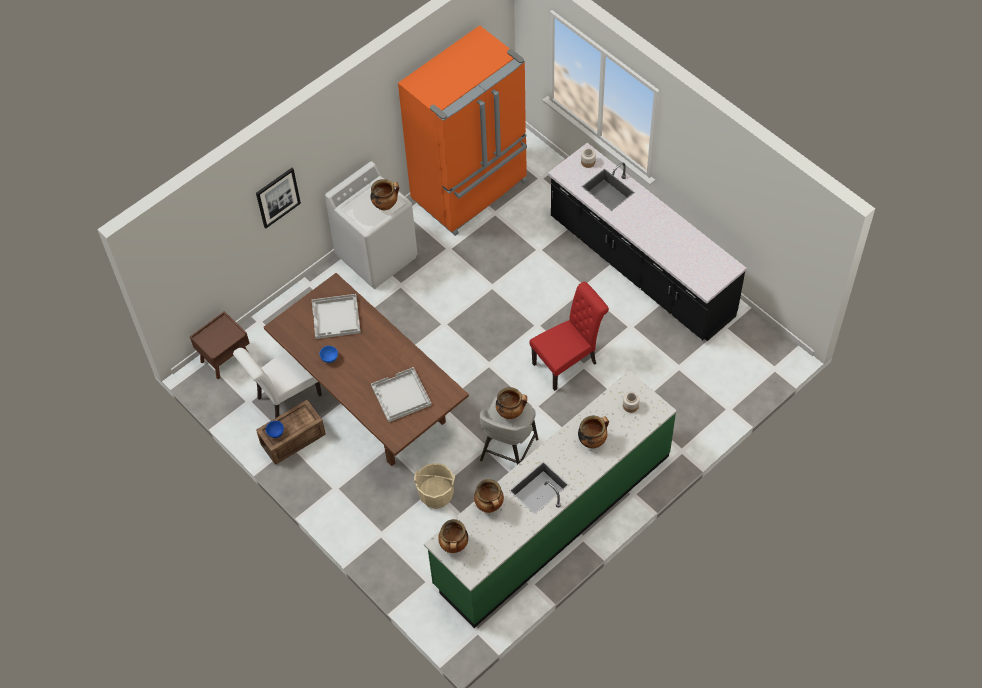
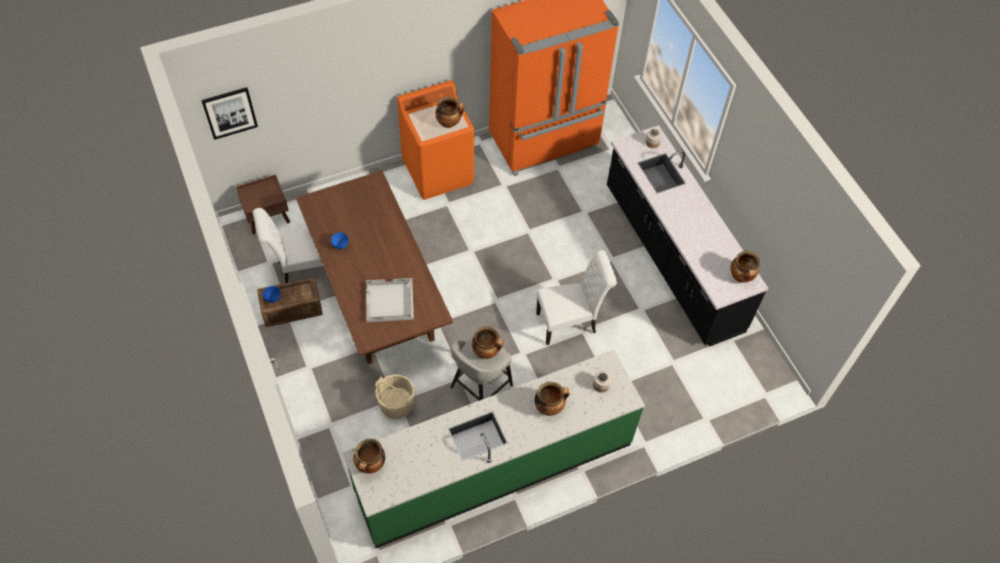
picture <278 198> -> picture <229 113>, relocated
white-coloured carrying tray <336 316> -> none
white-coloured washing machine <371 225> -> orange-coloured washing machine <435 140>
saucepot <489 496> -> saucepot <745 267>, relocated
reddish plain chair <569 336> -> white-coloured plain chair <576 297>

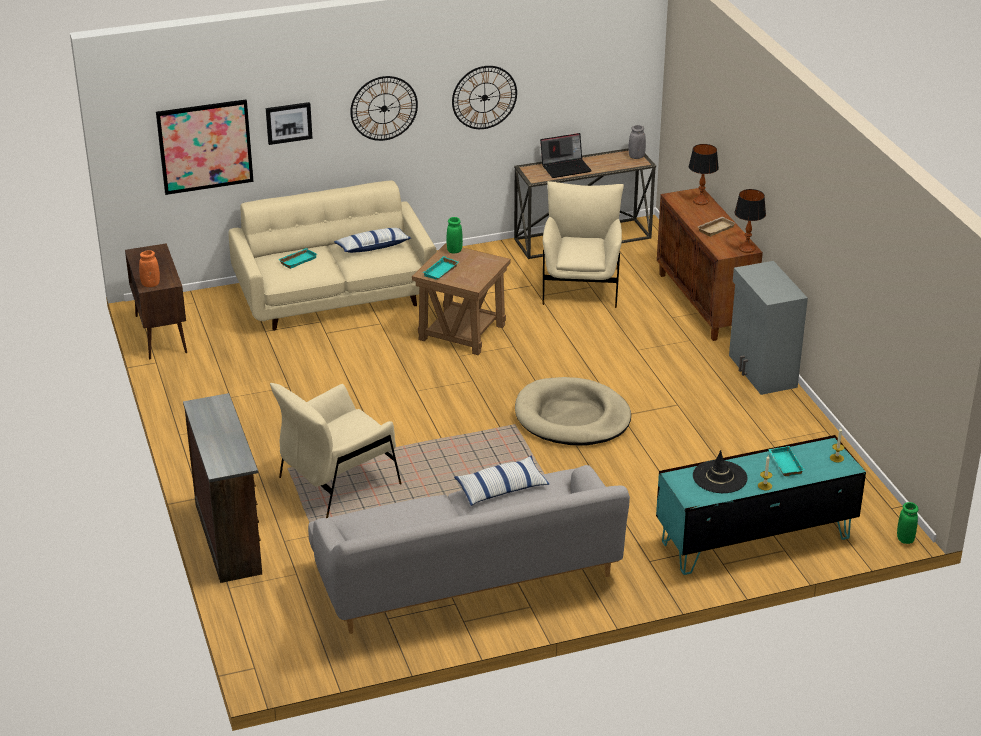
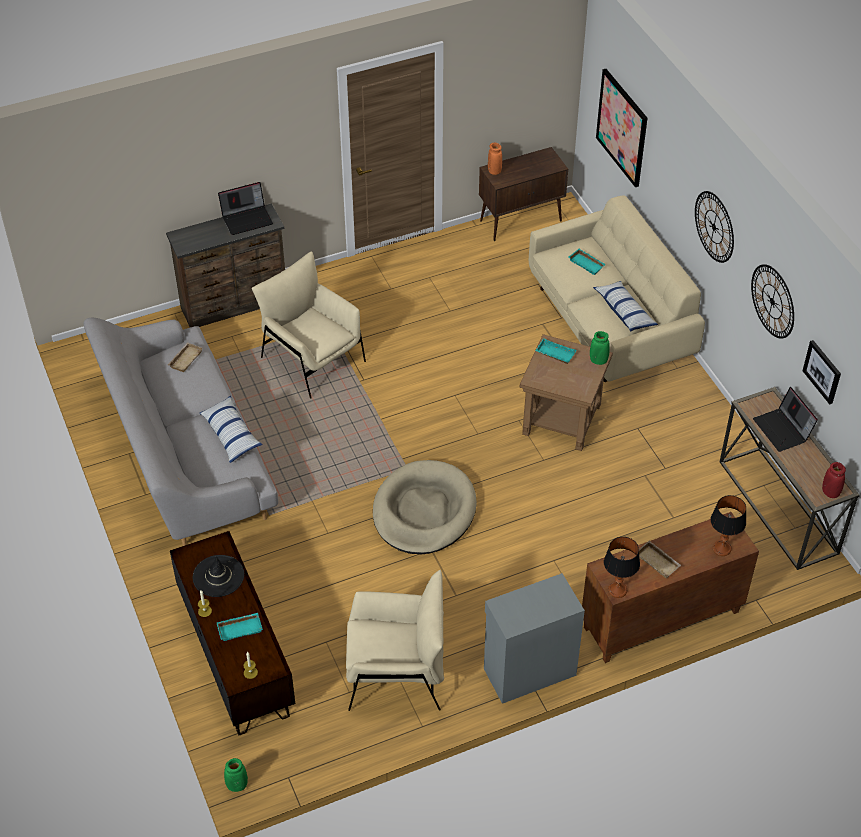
picture <289 123> -> picture <821 372>, relocated
beige-coloured lounge chair <583 244> -> beige-coloured lounge chair <395 640>, relocated
grey decorative vase <637 142> -> reddish decorative vase <834 480>
turquoise media console <761 505> -> brownish media console <232 633>
none -> beige-coloured carrying tray <185 357>
none -> portable computer <245 208>

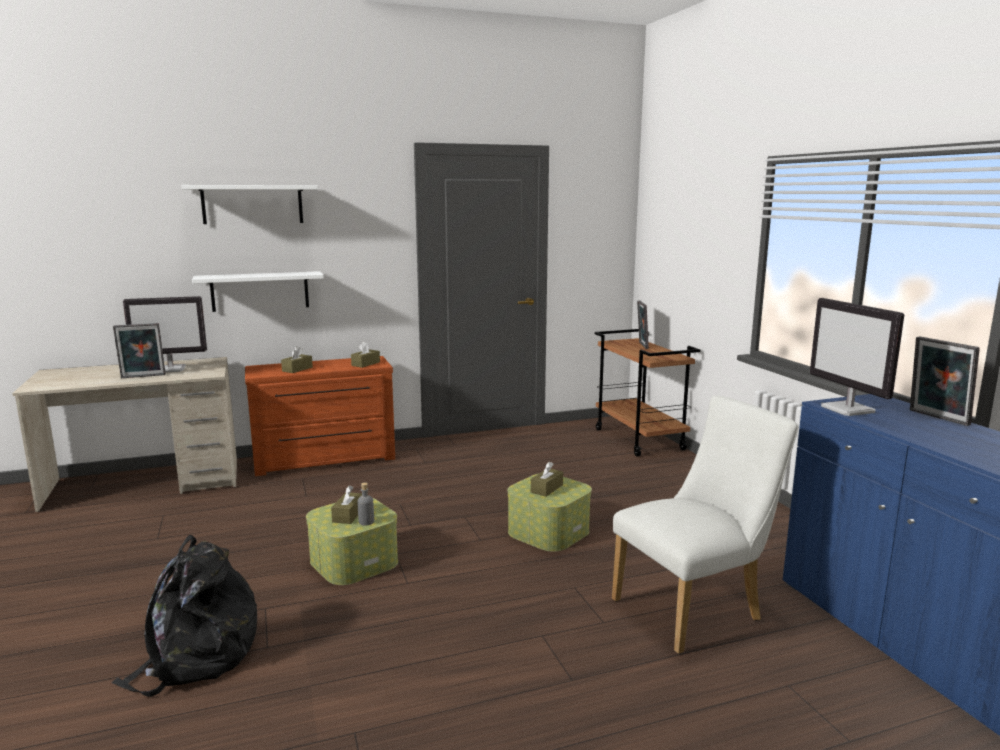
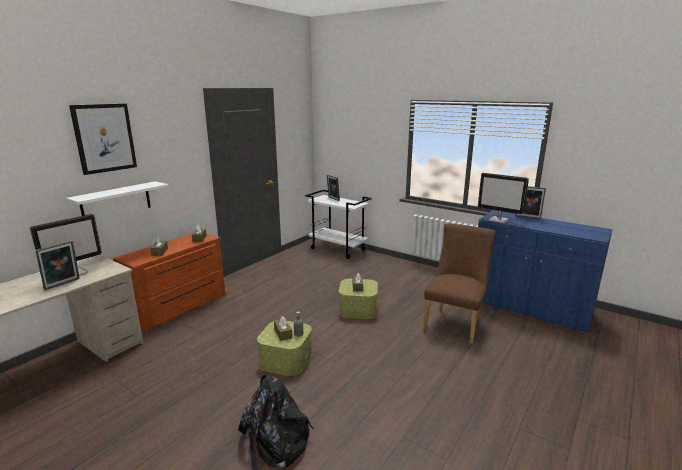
white-coloured wall shelf <249 204> -> picture <103 139>
brownish wheeled cart <647 393> -> white-coloured wheeled cart <338 224>
white-coloured plain chair <705 524> -> brownish plain chair <459 283>

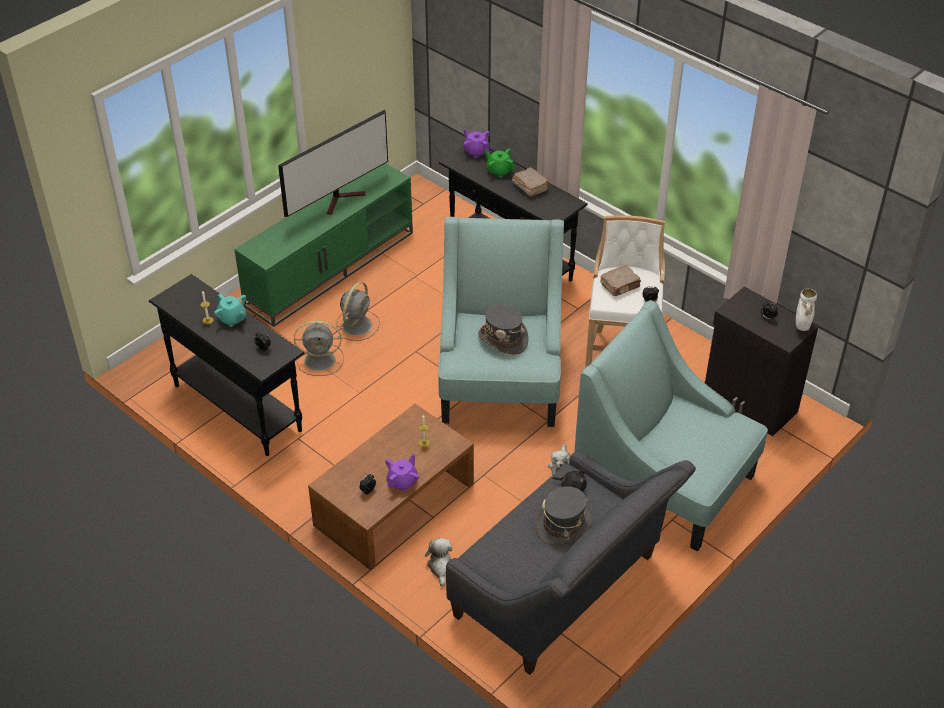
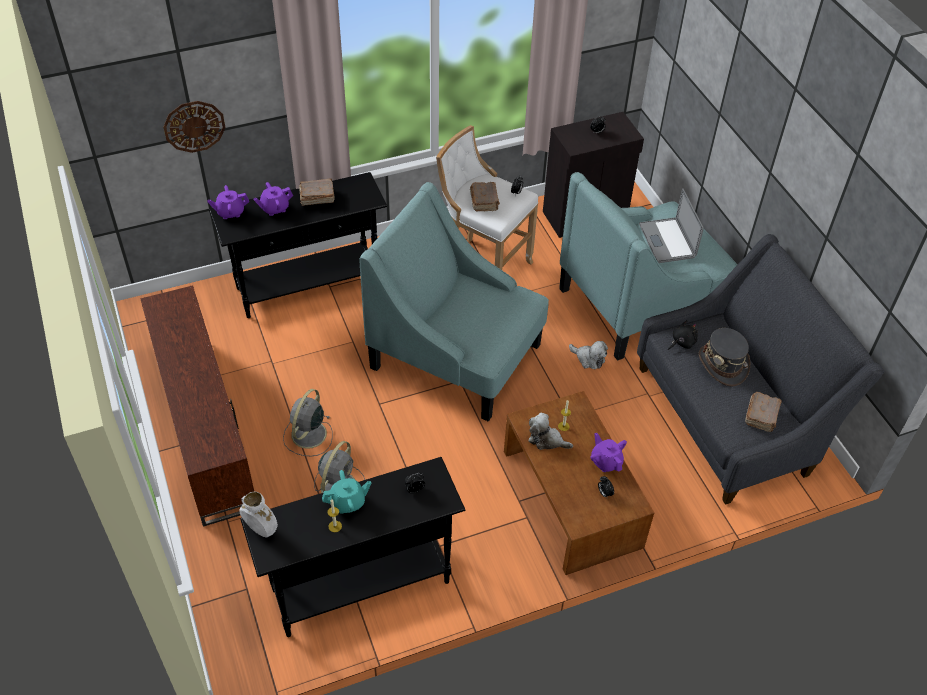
green-coloured media console <323 245> -> brownish media console <197 406>
TV <333 163> -> none
grey electric fan <358 311> -> grey electric fan <308 422>, 120 degrees counterclockwise
plush toy <439 562> -> plush toy <551 431>, relocated
grey wearable hat <503 329> -> none
green-coloured tea pot <499 163> -> purple tea pot <273 199>
white-coloured decorative vase <806 310> -> white-coloured decorative vase <258 514>, relocated
none -> hanging clock <194 127>
none -> portable computer <671 225>
none -> brownish book <763 412>

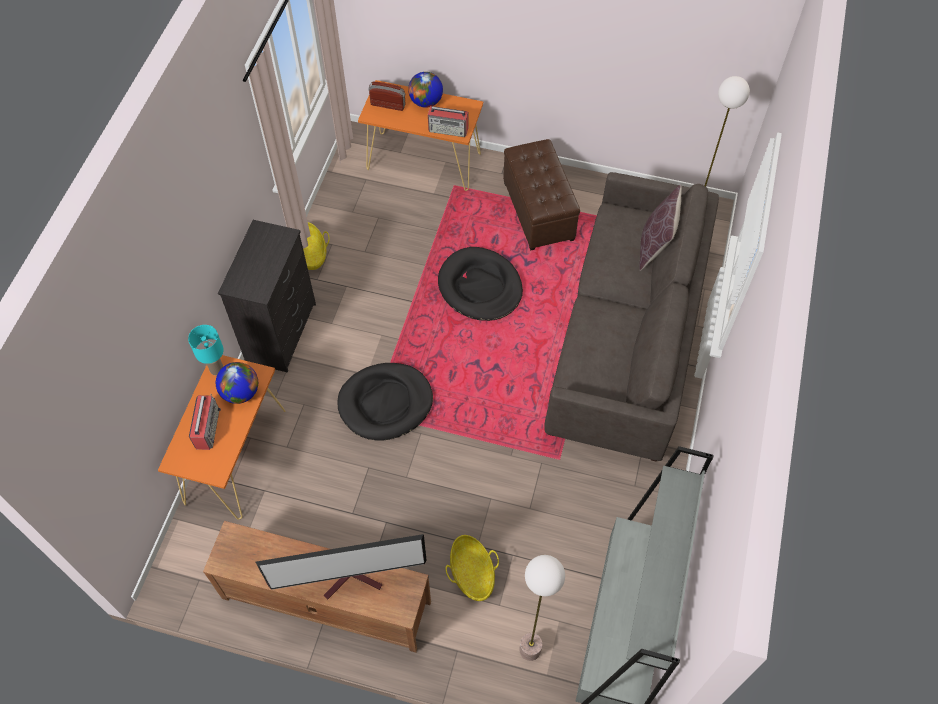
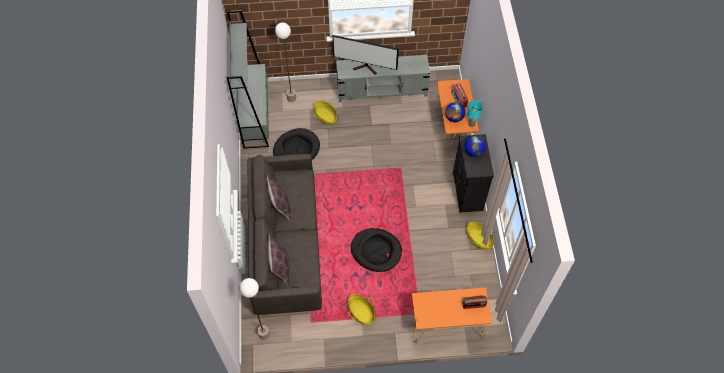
brownish media console <317 586> -> grey media console <383 78>
TV <341 566> -> TV <366 54>, 135 degrees counterclockwise
black dog bed <385 402> -> black dog bed <296 144>, relocated
desk globe <425 90> -> desk globe <475 146>, relocated
radio set <448 121> -> none
brownish ottoman <541 195> -> basket <361 309>
none -> brownish cushion <279 197>

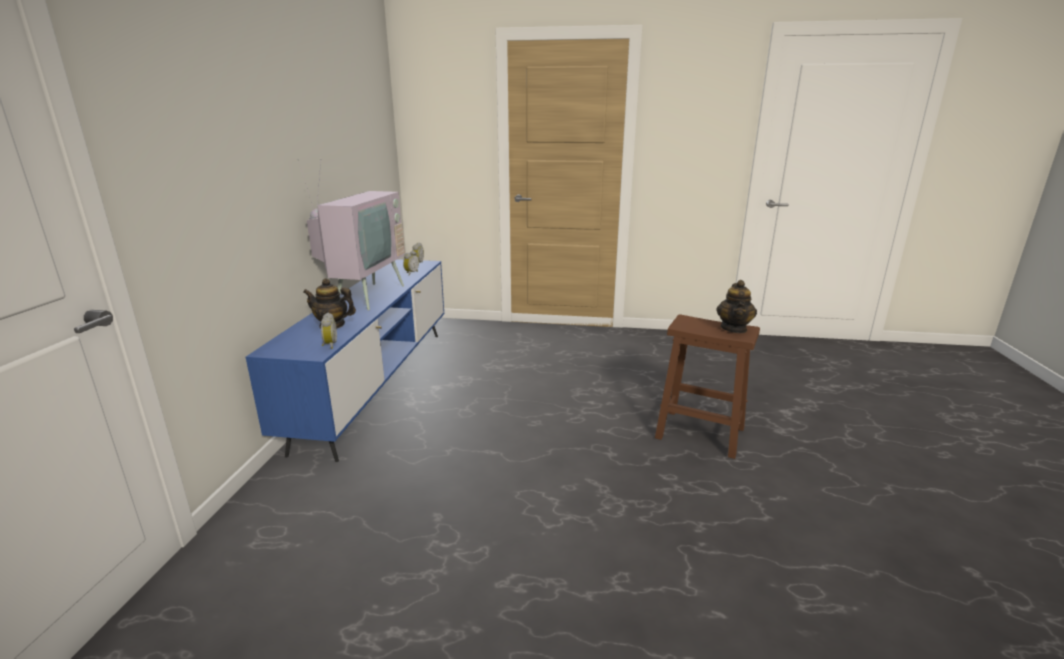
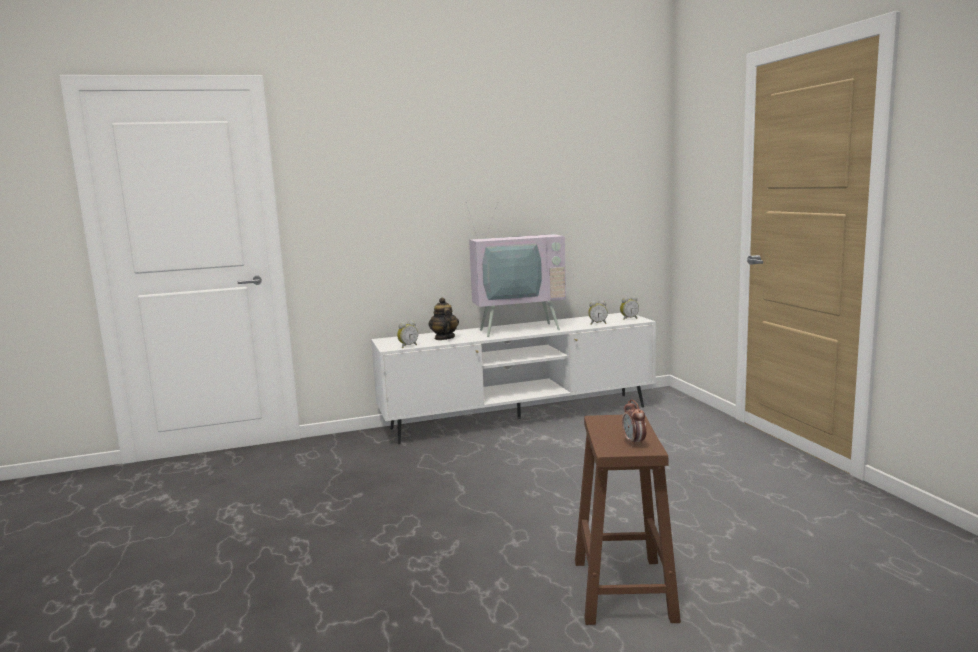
blue media console <345 360> -> white-coloured media console <513 378>
tea pot <736 306> -> table clock <634 423>

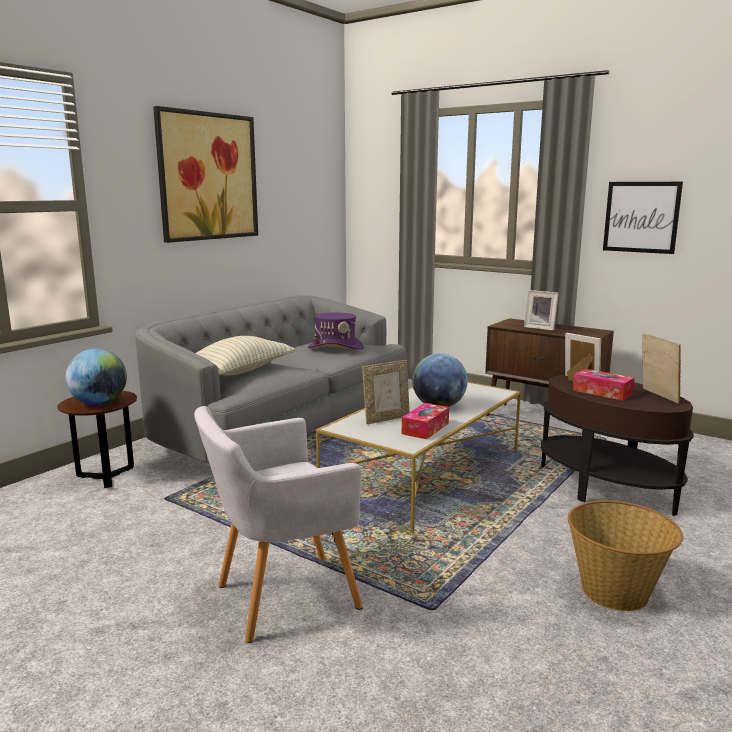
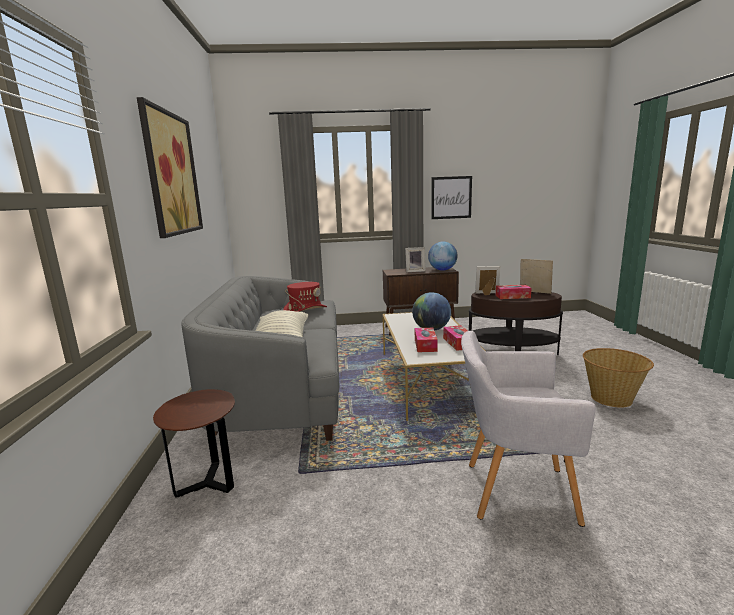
desk globe <96 377> -> desk globe <443 256>, relocated
grey lounge chair <278 524> -> grey lounge chair <528 429>, 75 degrees clockwise
purple wearable hat <336 331> -> reddish wearable hat <305 297>
standing frame <385 392> -> box of tissues <426 340>

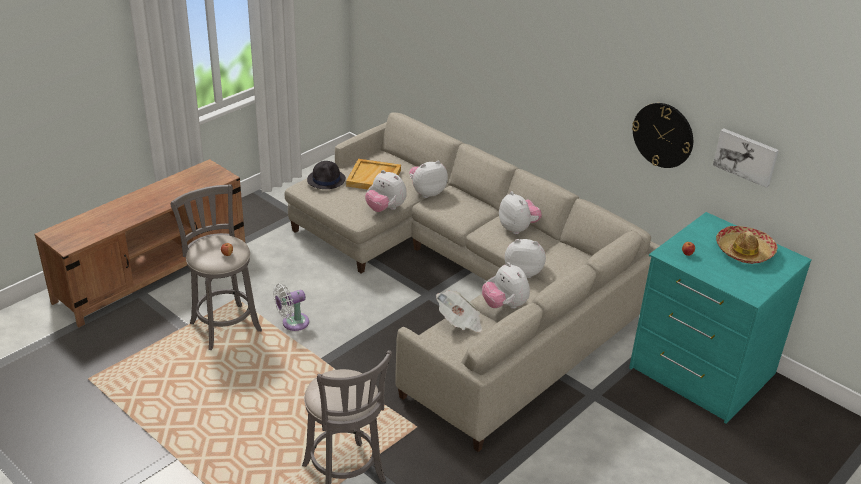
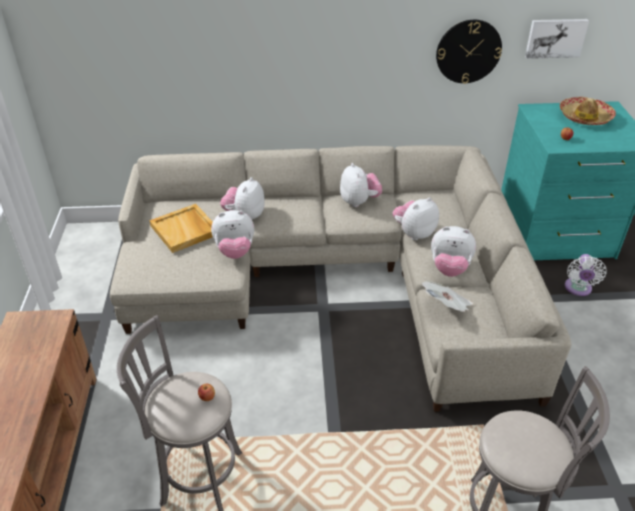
white-coloured electric fan <291 307> -> white-coloured electric fan <586 275>, relocated
black wearable hat <326 175> -> none
plush toy <520 212> -> plush toy <361 185>, 60 degrees clockwise

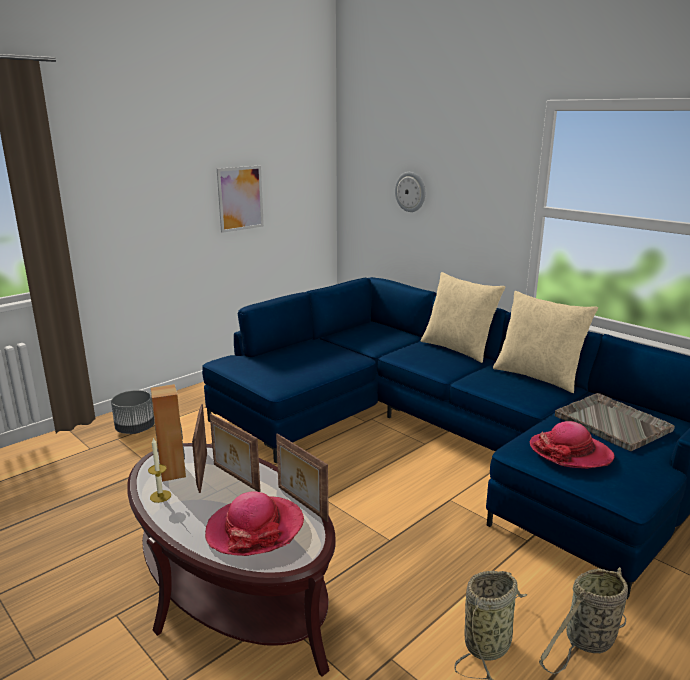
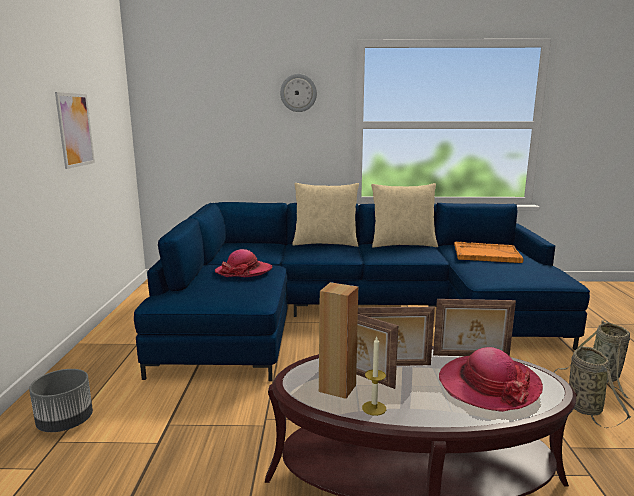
hanging clock <410 192> -> hanging clock <298 93>, relocated
wearable hat <572 445> -> wearable hat <243 263>, relocated
grey carrying tray <615 422> -> orange-coloured carrying tray <489 252>

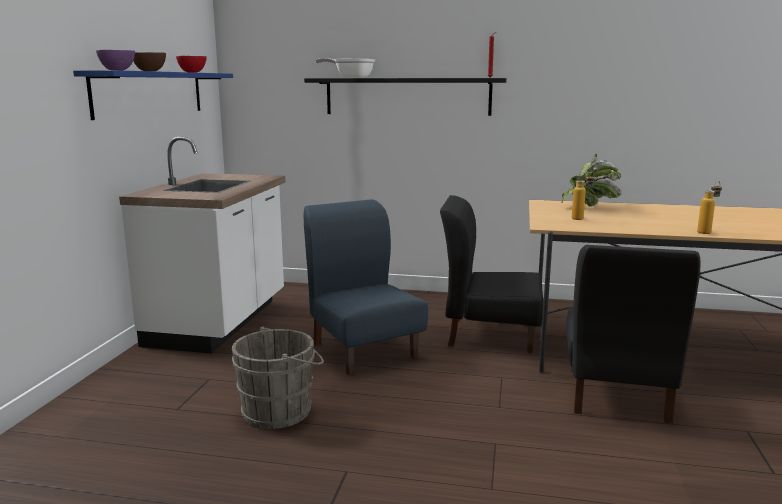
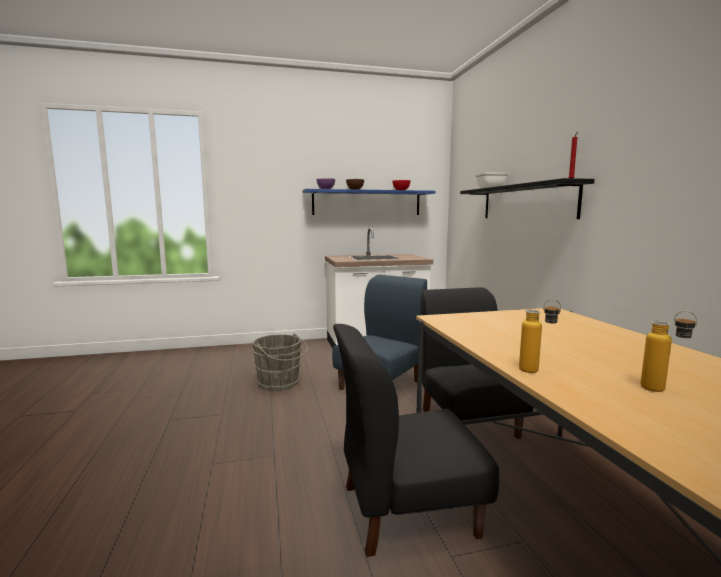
plant in a pot <591 180> -> none
bottle <583 196> -> bottle <669 351>, relocated

